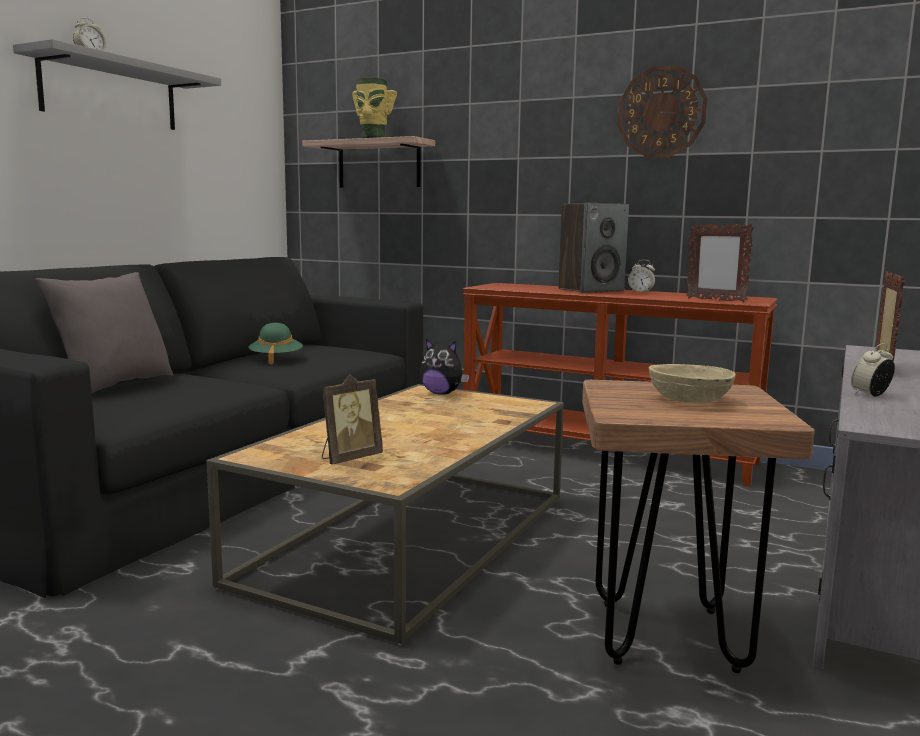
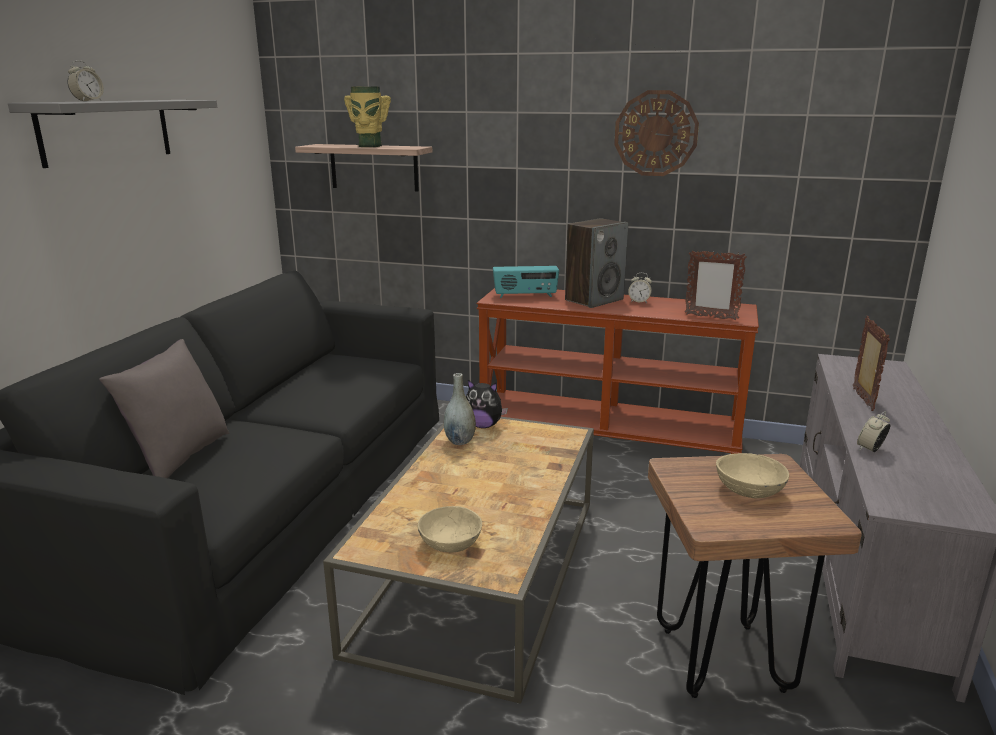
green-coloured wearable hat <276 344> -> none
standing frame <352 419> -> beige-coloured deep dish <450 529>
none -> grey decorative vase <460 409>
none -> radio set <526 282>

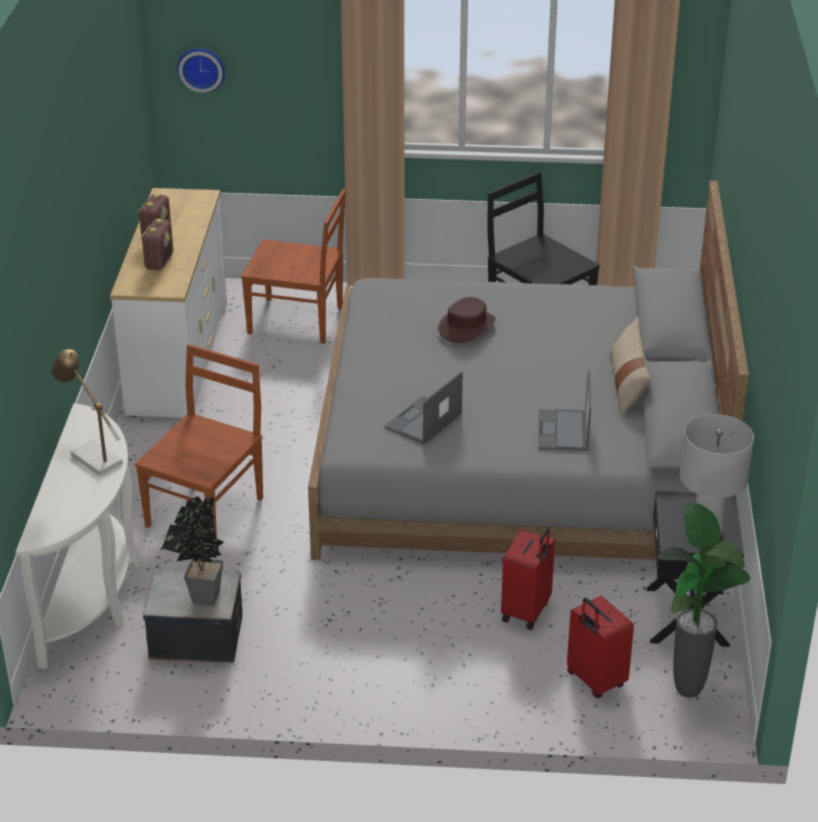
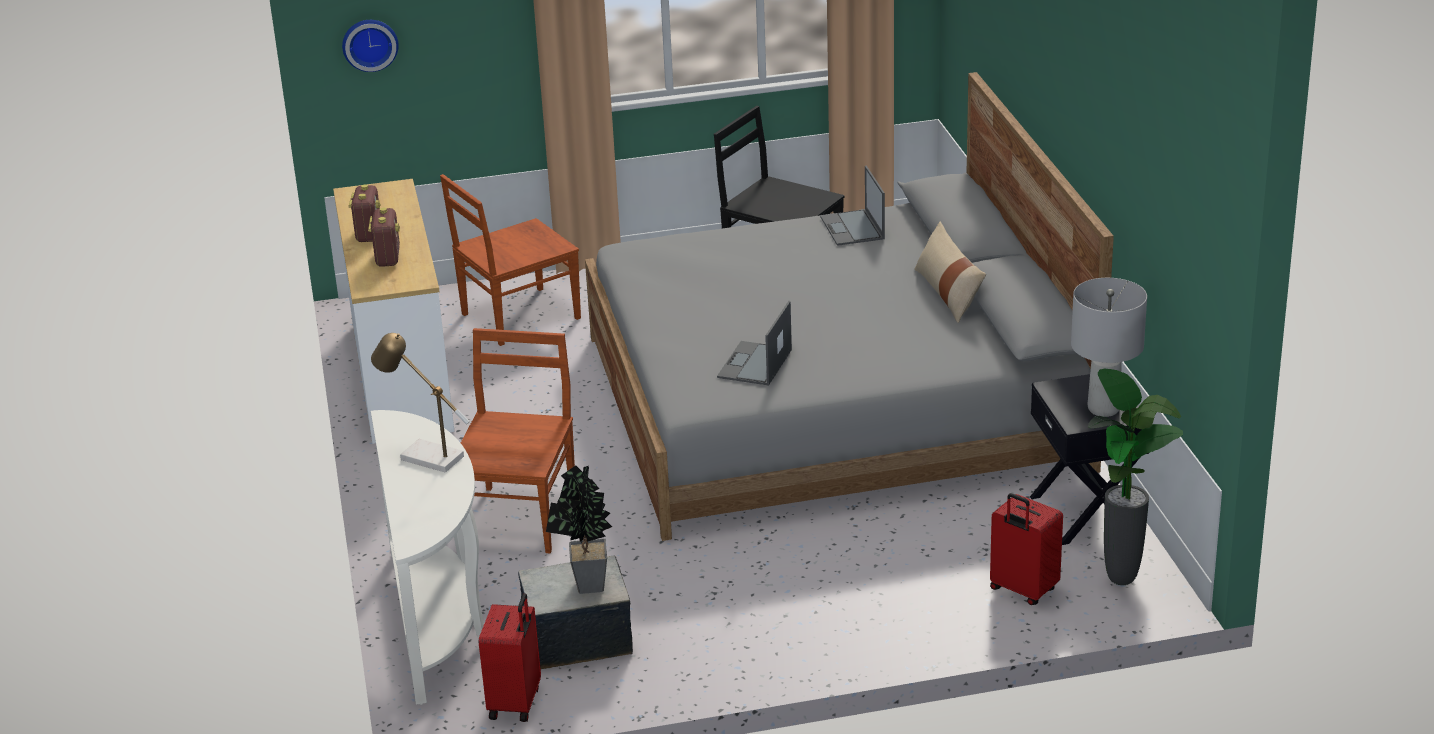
brownish plain chair <293 266> -> brownish plain chair <510 260>, 150 degrees clockwise
brownish wearable hat <467 320> -> none
reddish suitcase <528 579> -> reddish suitcase <510 657>, relocated
portable computer <564 411> -> portable computer <852 206>, relocated

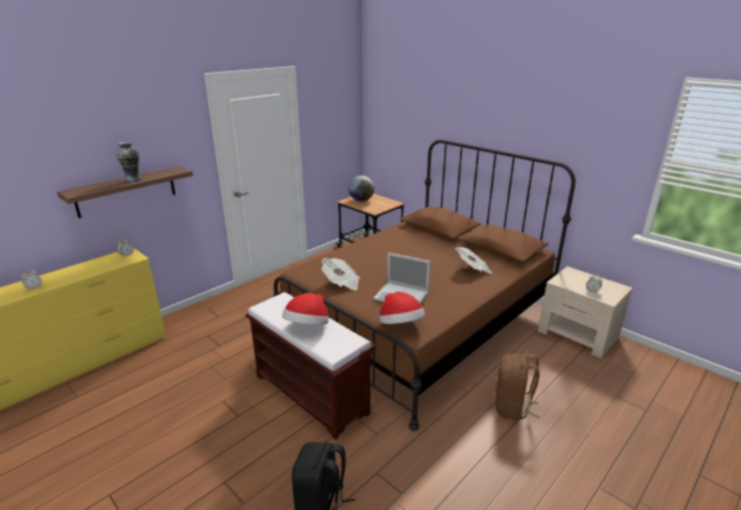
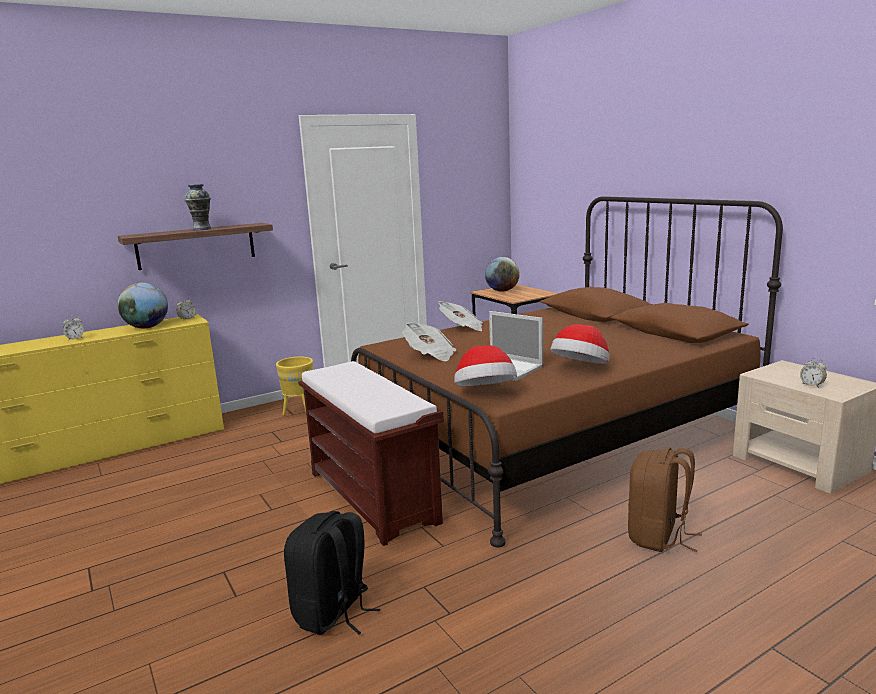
wearable hat <305 309> -> wearable hat <580 344>, relocated
newspaper <473 260> -> newspaper <460 316>, relocated
none -> desk globe <143 305>
none -> yellow flower pot <294 386>

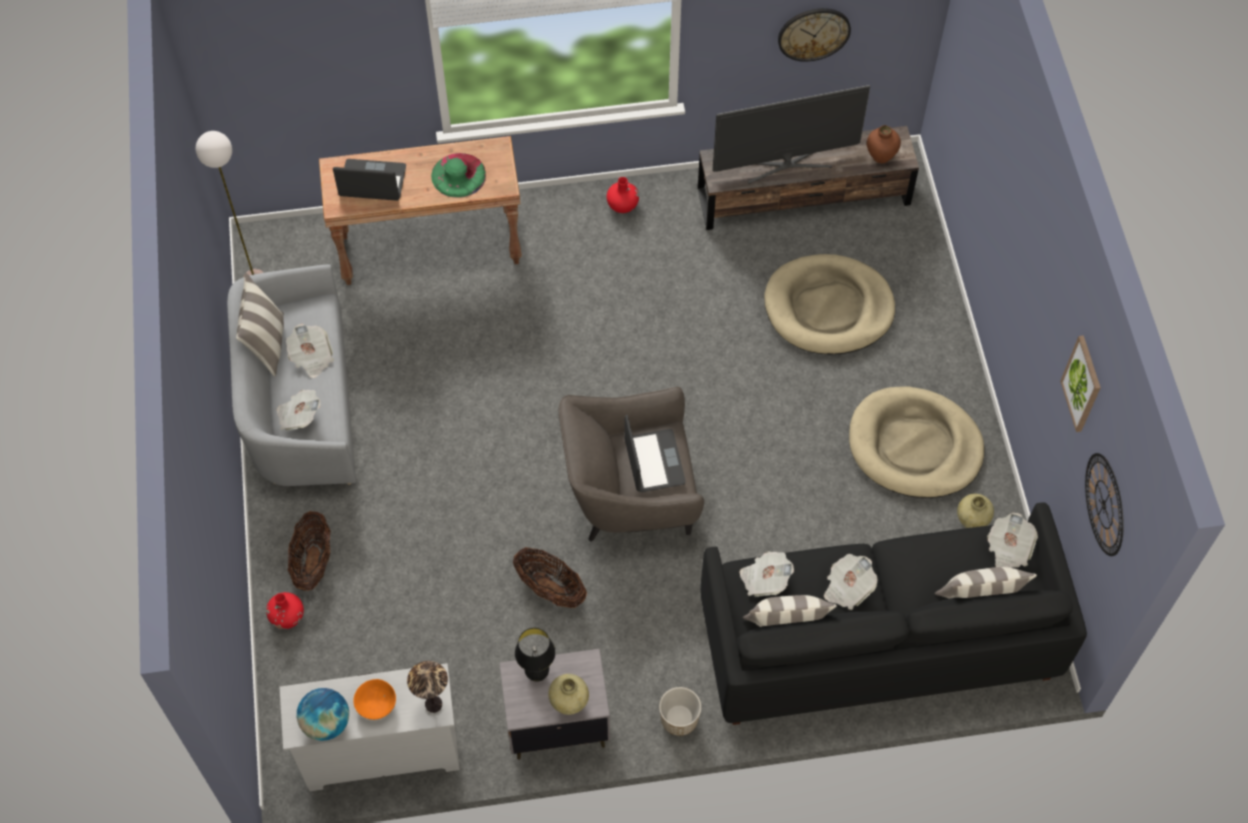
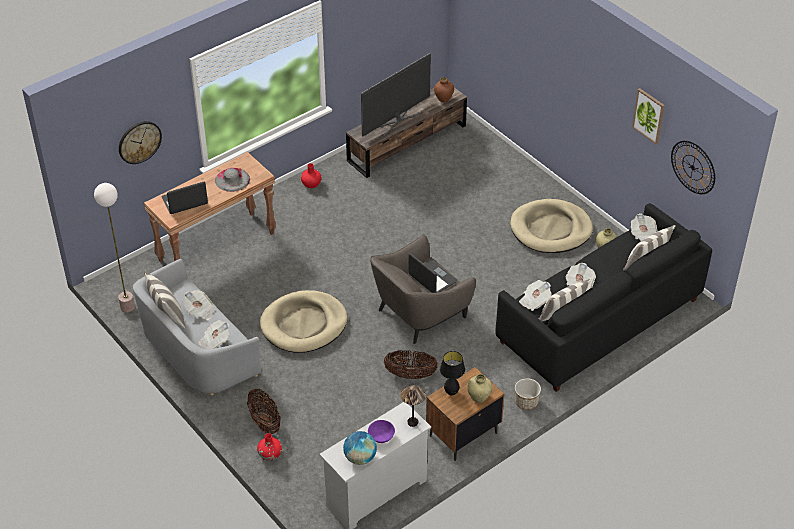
orange-coloured deep dish <374 699> -> purple deep dish <381 431>
green-coloured wearable hat <458 175> -> grey wearable hat <232 180>
grey night table <554 704> -> brownish night table <465 414>
beige-coloured dog bed <829 304> -> beige-coloured dog bed <303 321>, relocated
hanging clock <814 35> -> hanging clock <140 142>, relocated

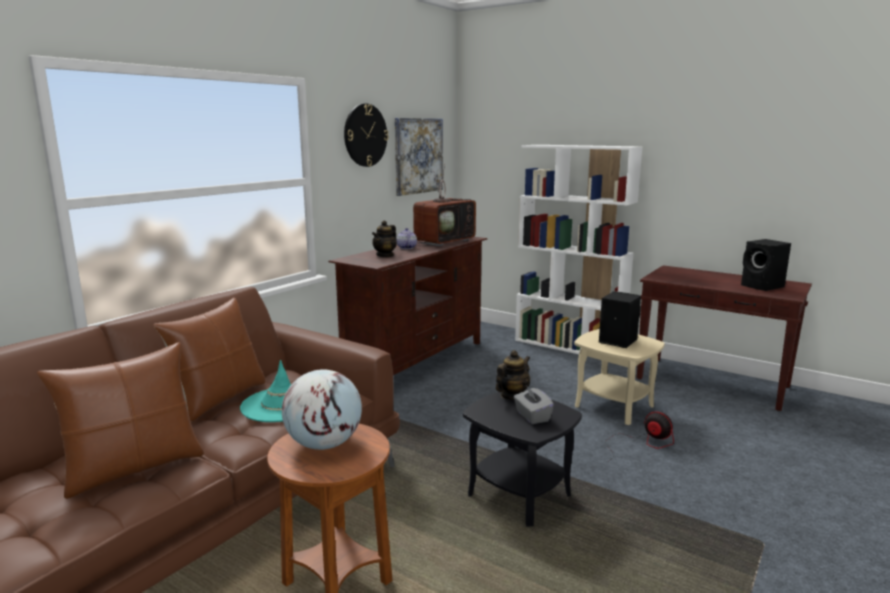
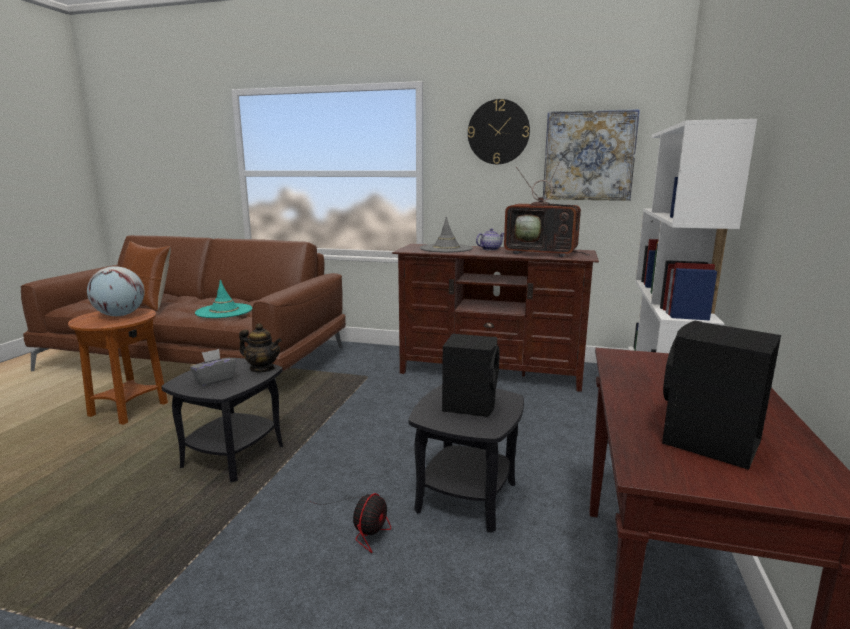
brownish cushion <209 360> -> none
tea pot <384 238> -> grey wearable hat <446 234>
beige-coloured end table <619 377> -> black end table <466 459>

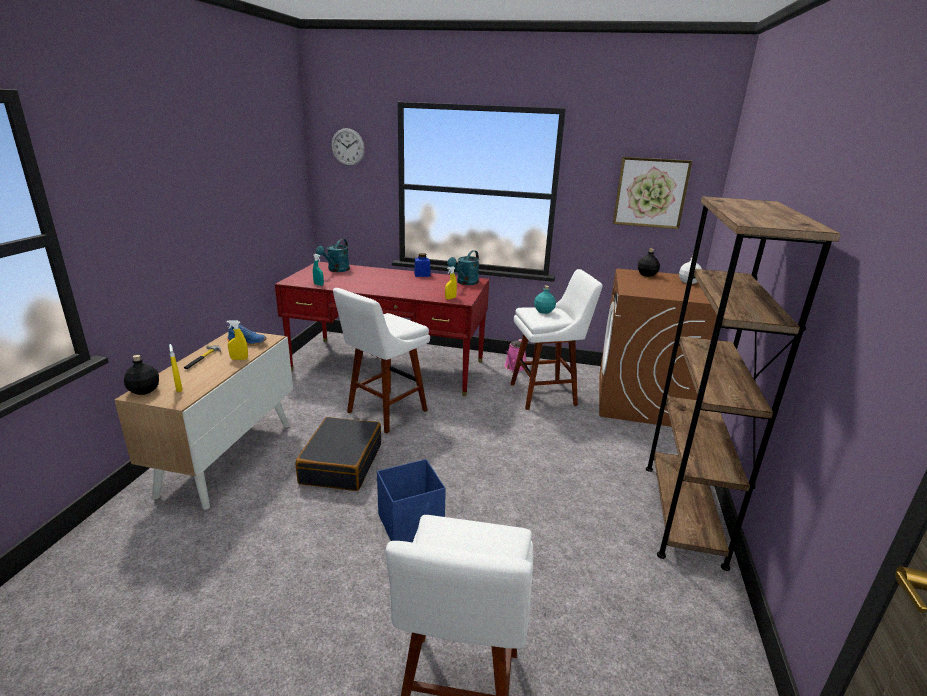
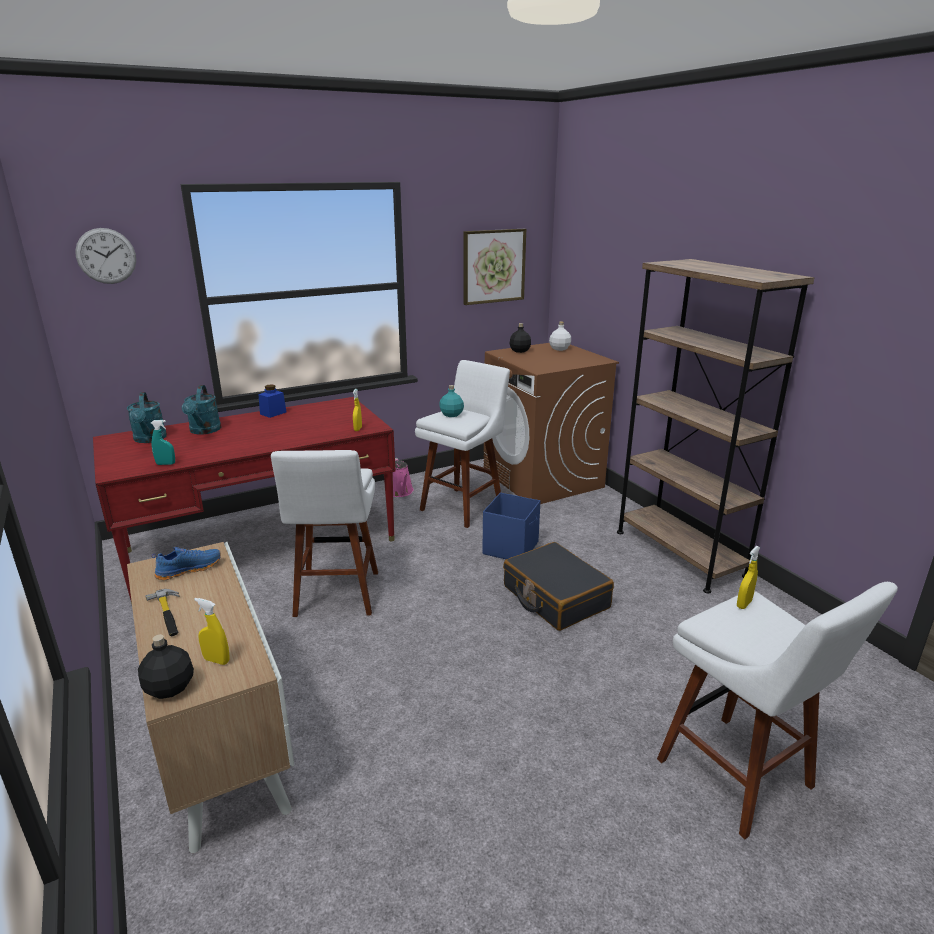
yellow hand sprayer <237 340> -> yellow hand sprayer <748 577>, relocated
black suitcase <338 454> -> black suitcase <558 586>, relocated
blue storage bin <411 500> -> blue storage bin <512 525>, relocated
turquoise watering can <463 267> -> turquoise watering can <201 410>, relocated

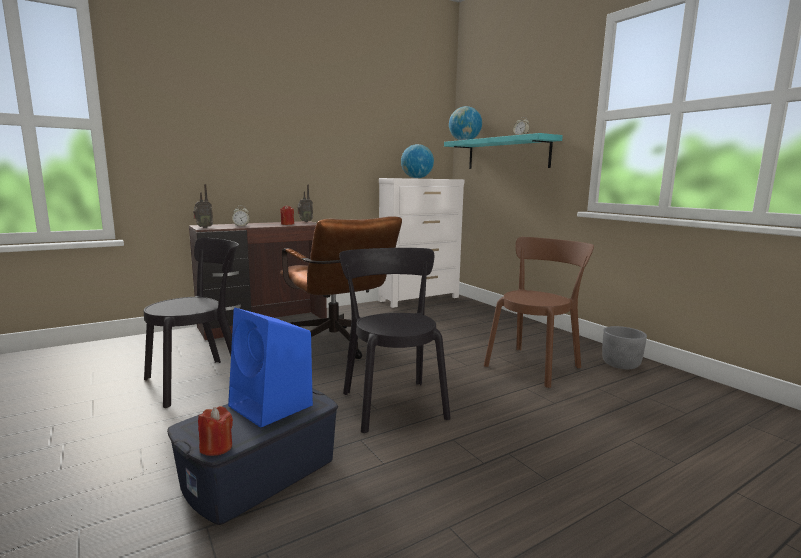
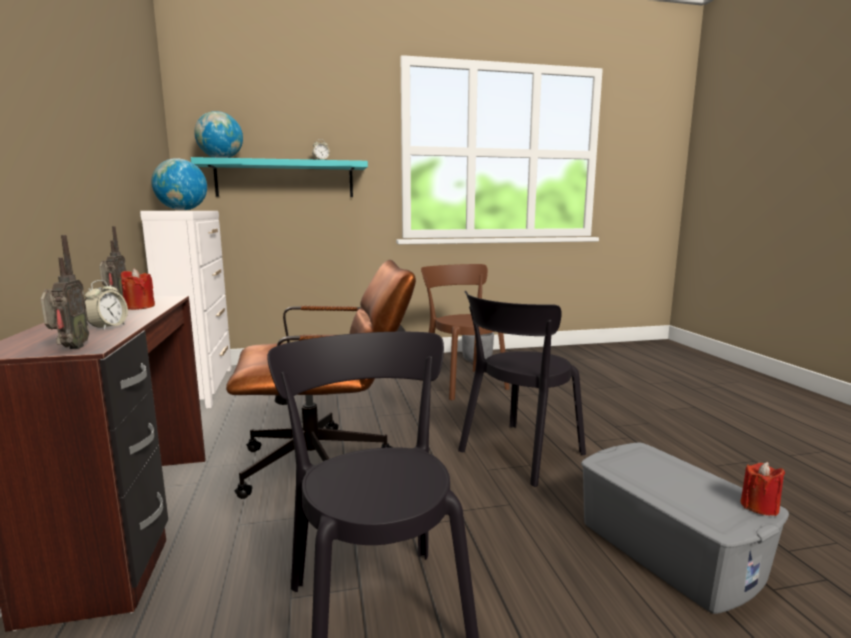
blue storage bin <252 456> -> grey storage bin <685 528>
blue speaker <270 368> -> none
black plain chair <395 340> -> black plain chair <522 389>, 45 degrees counterclockwise

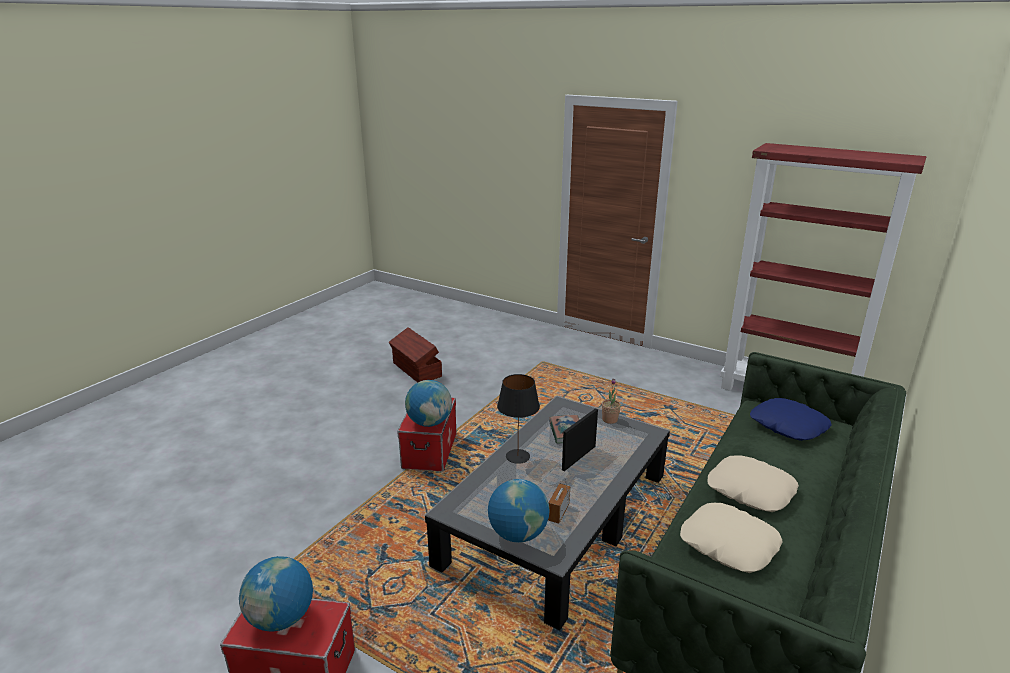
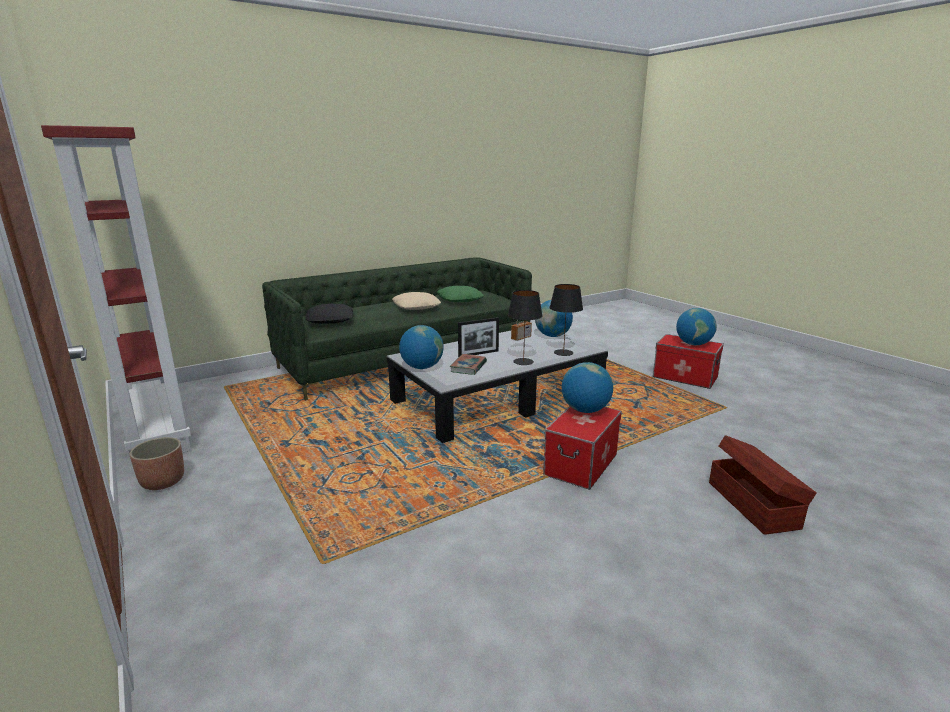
brownish storage bin <415 354> -> brownish storage bin <762 485>, relocated
plant in a pot <611 401> -> desk globe <421 347>
beige-coloured cushion <731 538> -> green-coloured cushion <460 294>
blue cushion <790 419> -> black cushion <329 314>
none -> flower pot <156 463>
none -> black lamp for a table <566 320>

